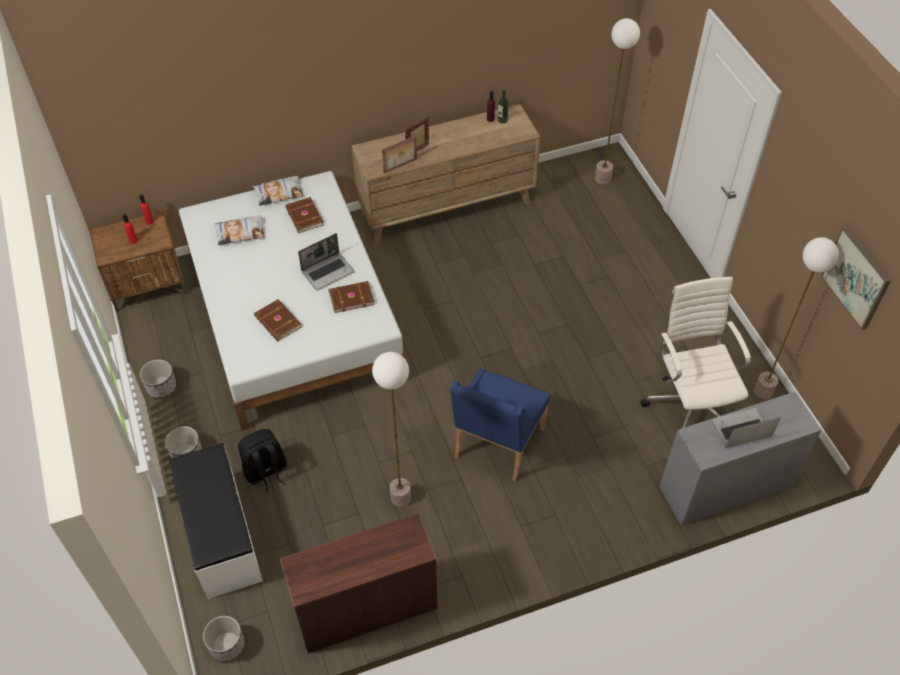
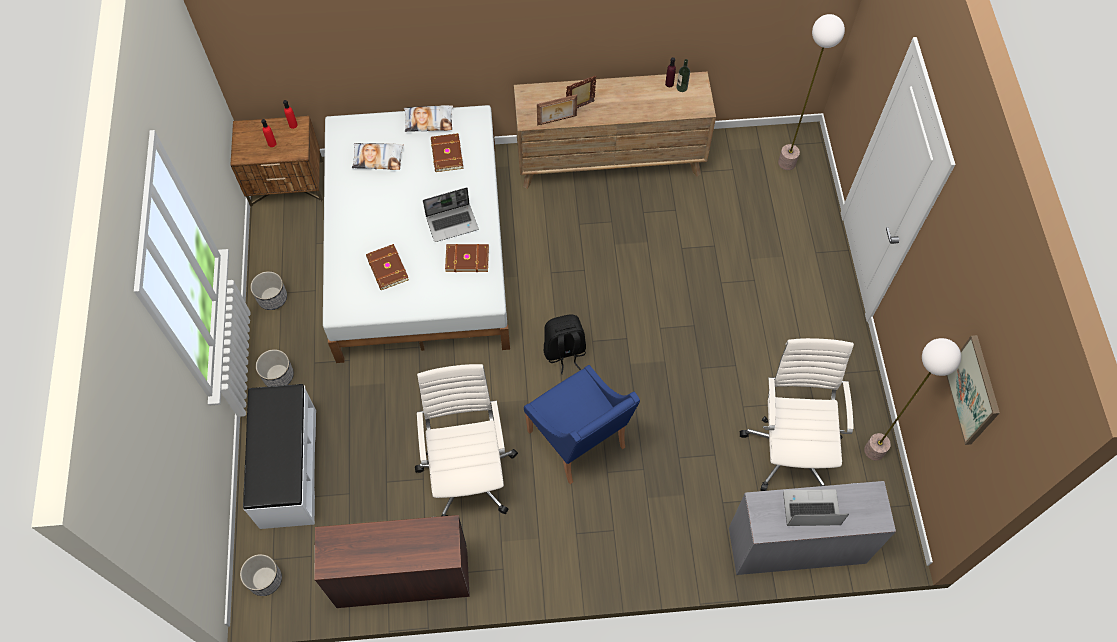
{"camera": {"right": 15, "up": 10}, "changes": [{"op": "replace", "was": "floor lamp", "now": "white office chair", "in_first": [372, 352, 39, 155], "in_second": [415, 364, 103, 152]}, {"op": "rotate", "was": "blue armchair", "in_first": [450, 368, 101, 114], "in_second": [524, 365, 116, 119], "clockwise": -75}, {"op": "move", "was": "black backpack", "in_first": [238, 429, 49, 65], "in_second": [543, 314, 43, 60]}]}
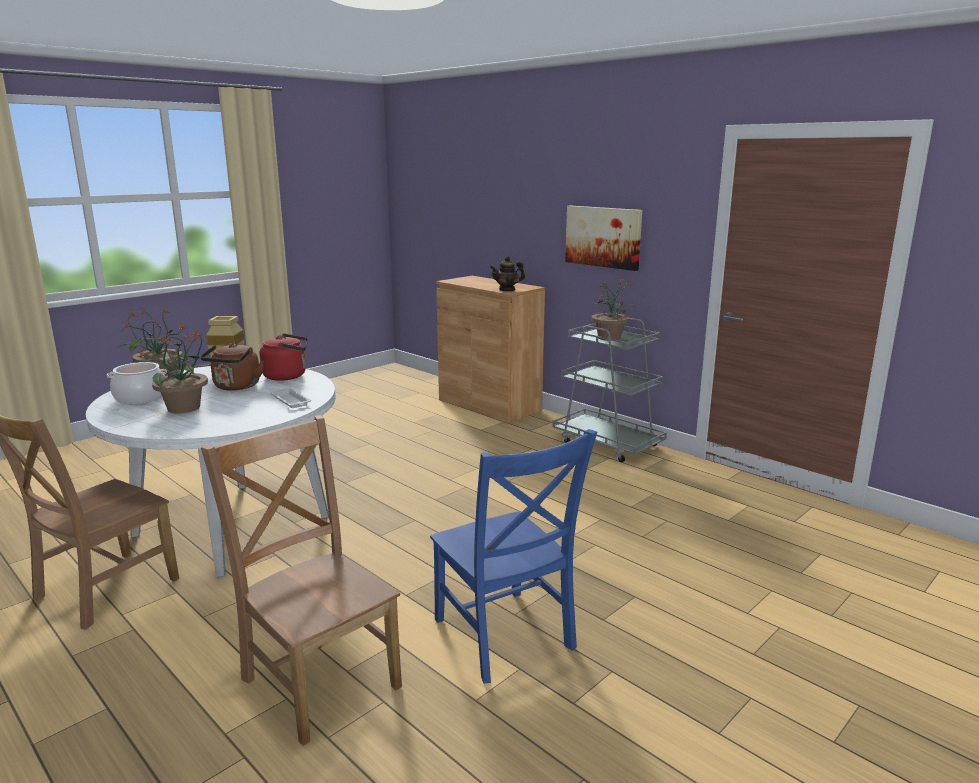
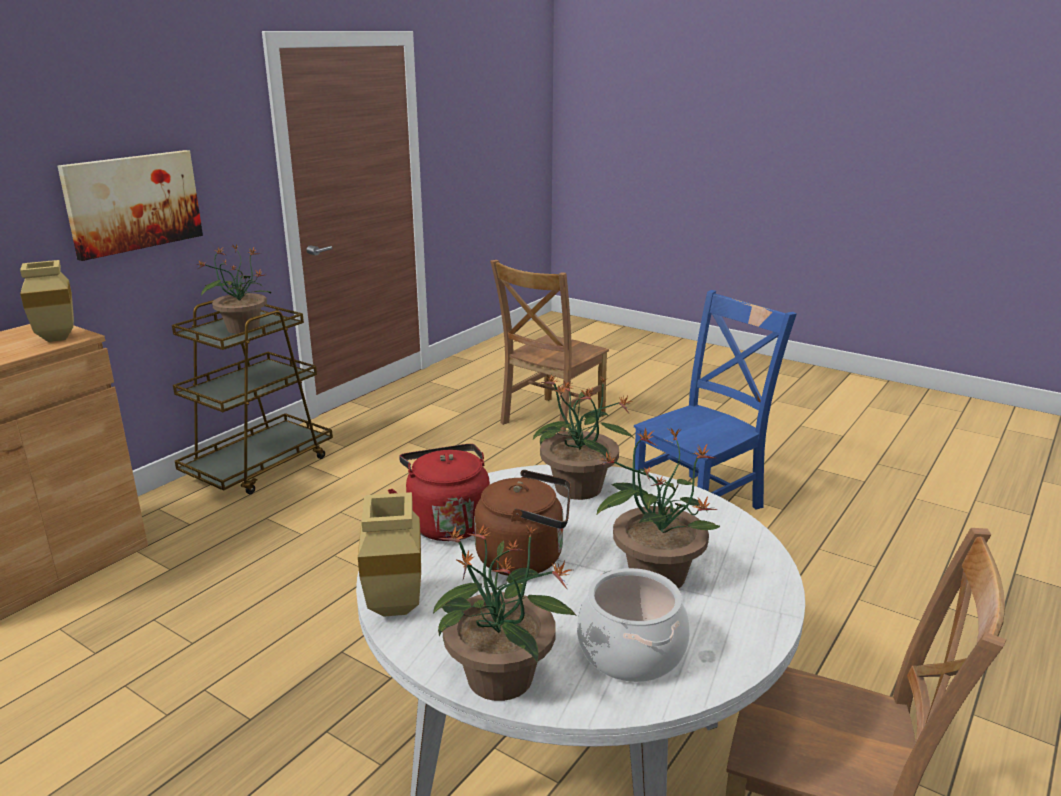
{"camera": {"right": -100, "up": 5}, "changes": [{"op": "replace", "was": "teapot", "now": "beige vase", "in_first": [490, 256, 35, 35], "in_second": [20, 260, 54, 82]}, {"op": "recolor", "was": "grey cart", "now": "brown cart", "in_first": [552, 318, 115, 144], "in_second": [172, 300, 161, 194]}, {"op": "replace", "was": "white tray", "now": "potted plant", "in_first": [270, 387, 41, 21], "in_second": [533, 374, 101, 126]}, {"op": "move", "was": "brown chair", "in_first": [201, 415, 201, 331], "in_second": [490, 260, 119, 173]}]}
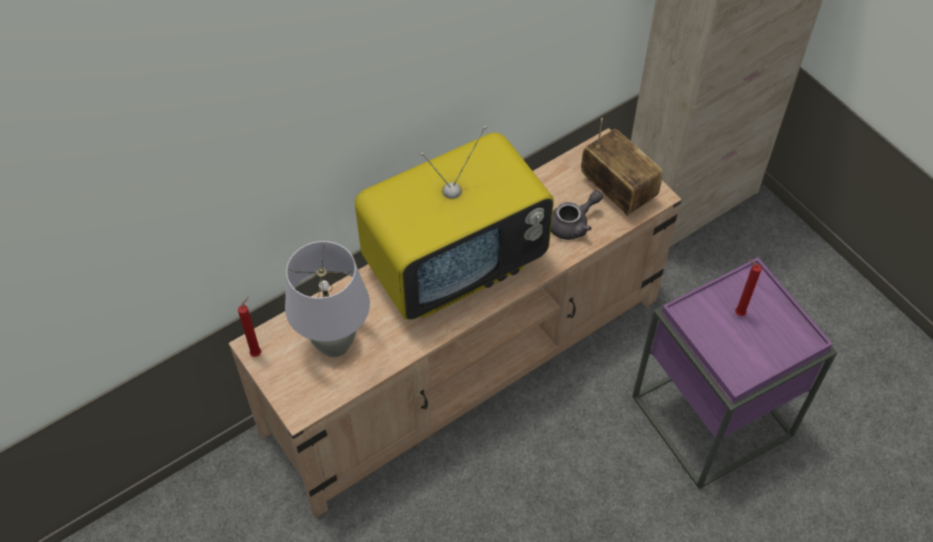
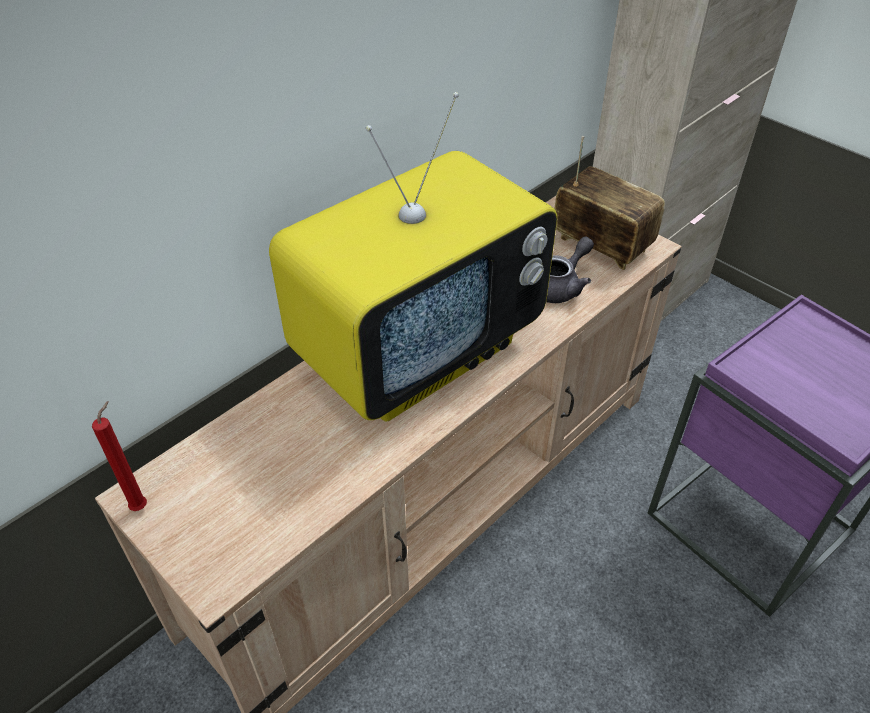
{"camera": {"right": -10, "up": -10}, "changes": [{"op": "delete", "was": "grey table lamp", "in_first": [285, 241, 85, 116]}, {"op": "delete", "was": "red candle", "in_first": [735, 258, 27, 58]}]}
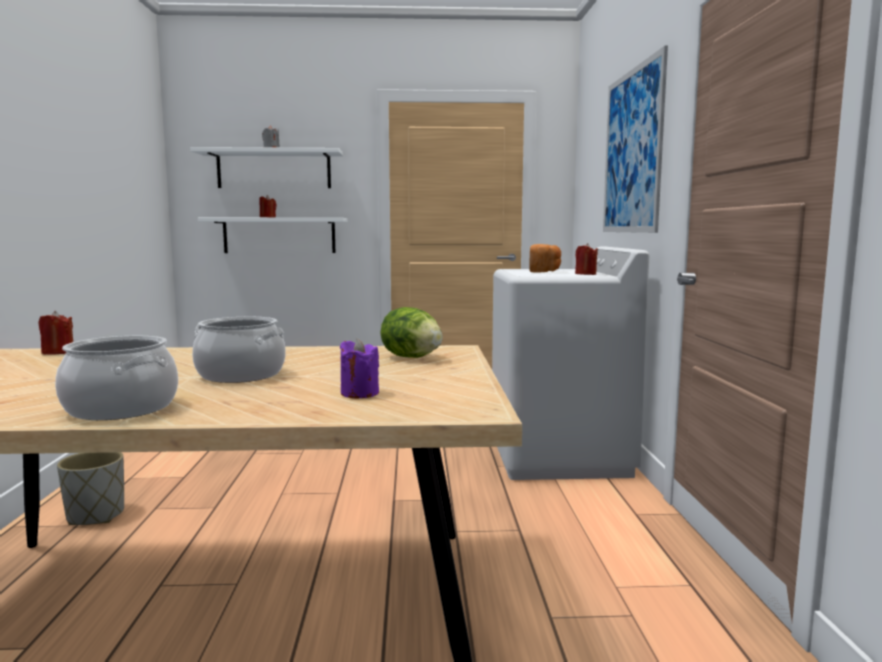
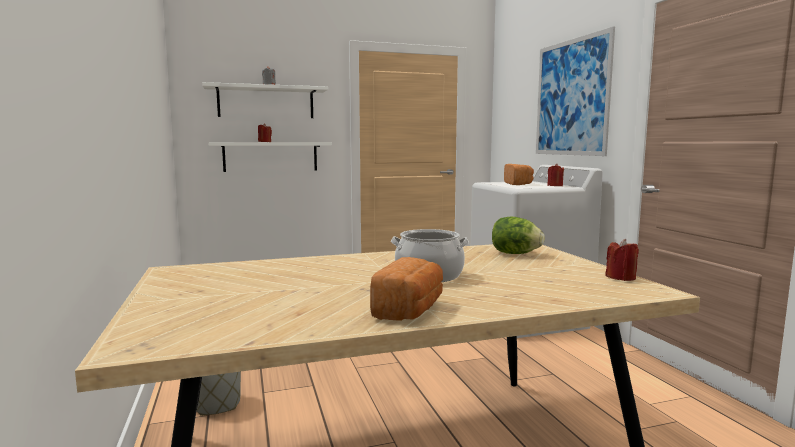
{"camera": {"right": -15, "up": 0}, "changes": [{"op": "move", "was": "red candle", "in_first": [38, 311, 35, 44], "in_second": [605, 239, 34, 42]}, {"op": "replace", "was": "cooking pot", "now": "bread", "in_first": [55, 336, 123, 84], "in_second": [370, 257, 73, 64]}, {"op": "delete", "was": "purple candle", "in_first": [340, 338, 39, 61]}]}
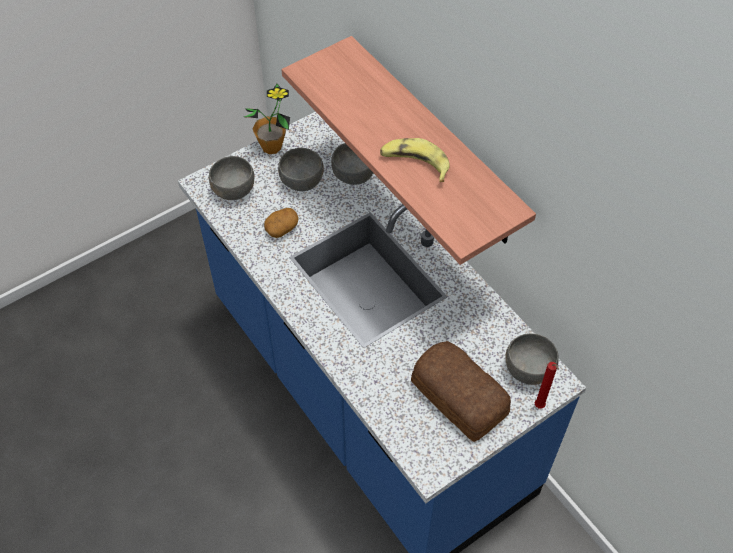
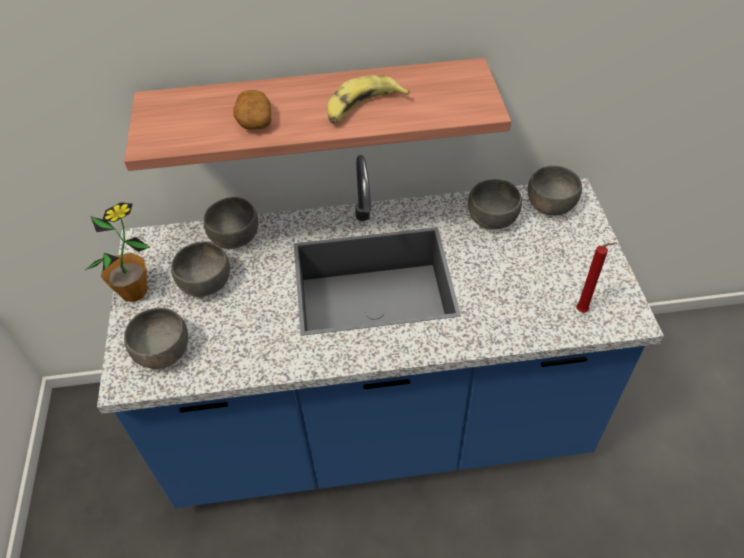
{"camera": {"right": -60, "up": -5}, "changes": [{"op": "move", "was": "potato", "in_first": [264, 208, 35, 30], "in_second": [233, 90, 39, 40]}, {"op": "delete", "was": "bread", "in_first": [411, 341, 100, 101]}, {"op": "move", "was": "red candle", "in_first": [535, 362, 24, 47], "in_second": [576, 242, 41, 71]}, {"op": "insert", "now": "grey bowl", "in_second": [468, 179, 54, 50]}]}
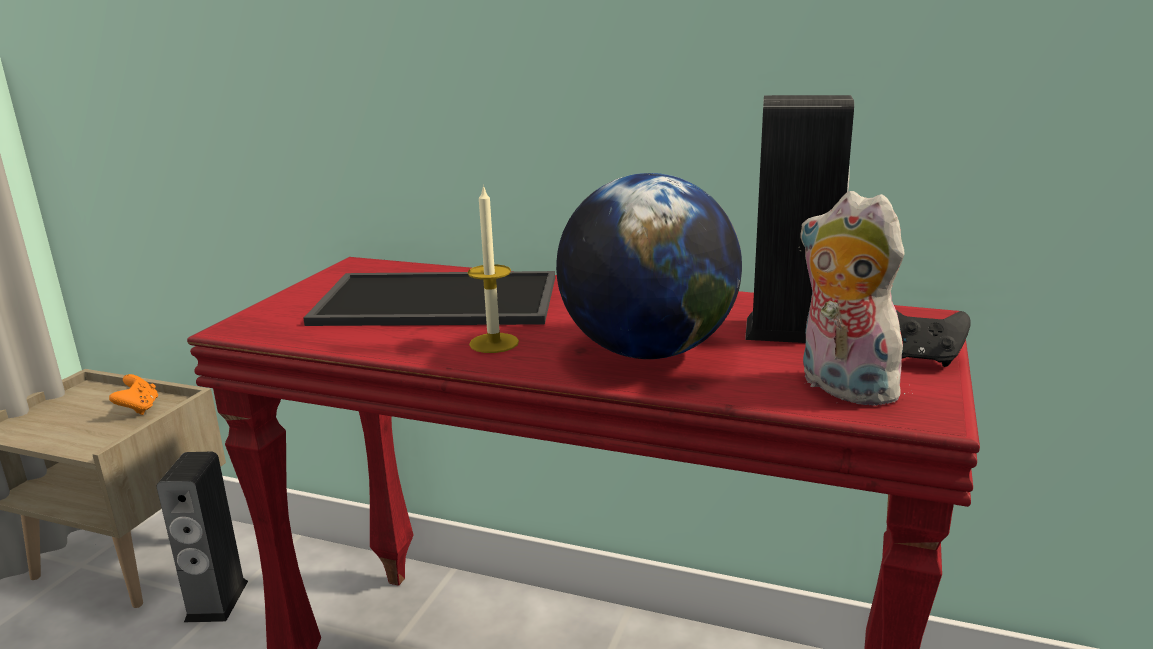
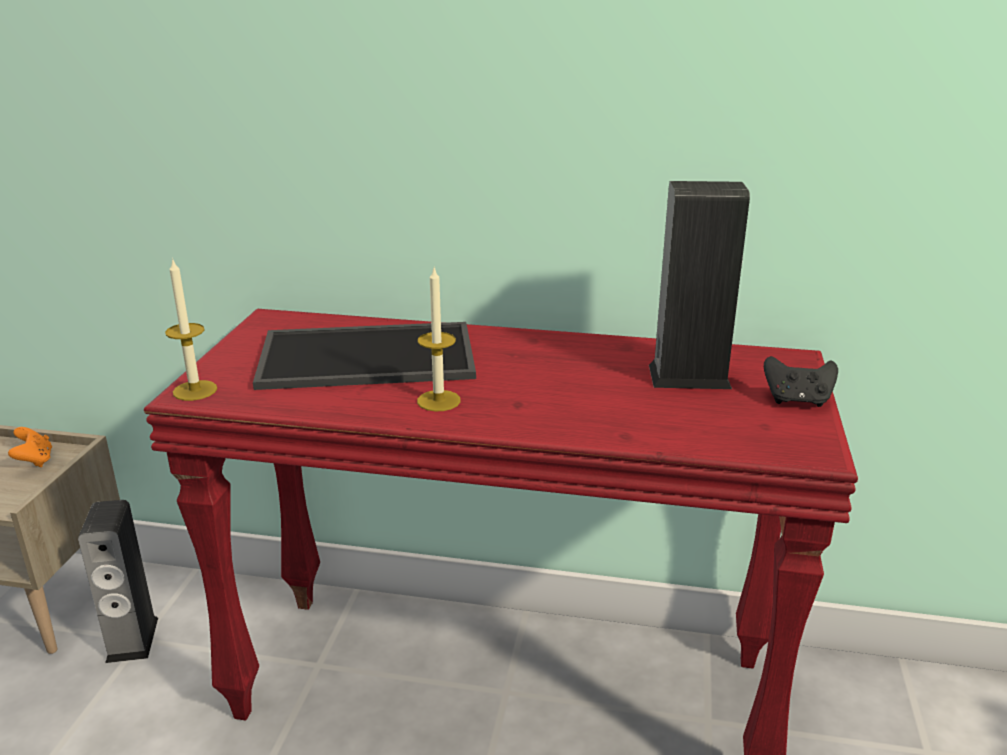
{"camera": {"right": -10, "up": 5}, "changes": [{"op": "delete", "was": "globe", "in_first": [556, 173, 186, 186]}, {"op": "delete", "was": "plush toy", "in_first": [799, 191, 114, 215]}, {"op": "insert", "now": "candle", "in_second": [165, 258, 52, 143]}]}
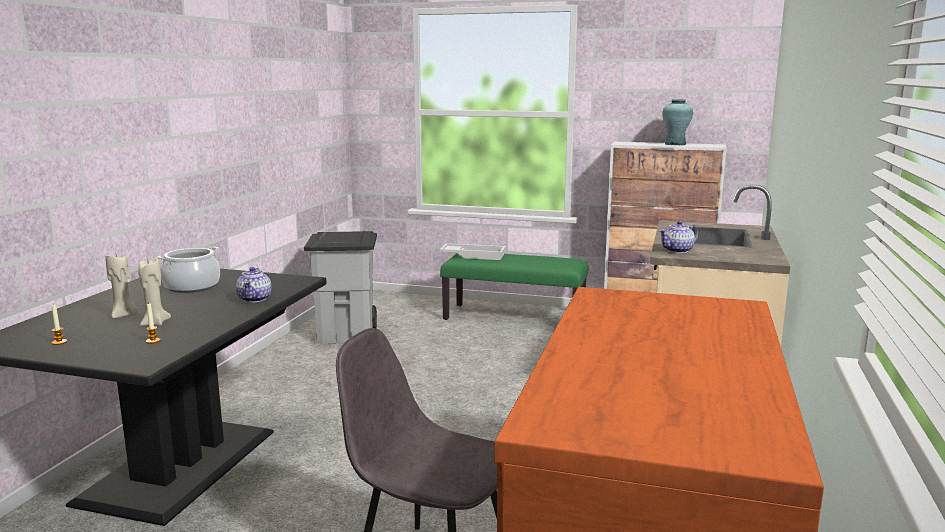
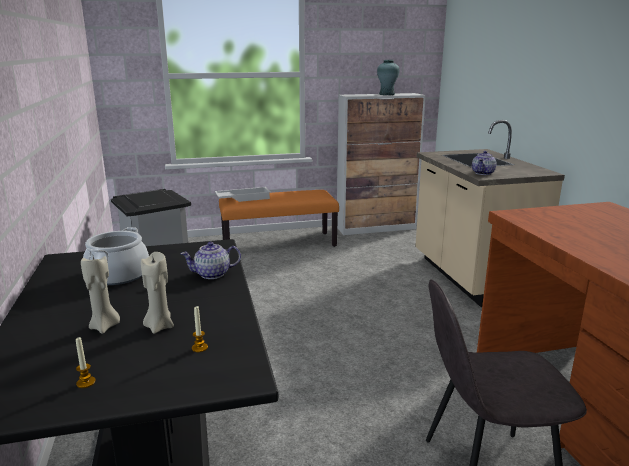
{"camera": {"right": -30, "up": 5}, "changes": [{"op": "recolor", "was": "green bench", "now": "orange bench", "in_first": [440, 253, 148, 67], "in_second": [219, 190, 120, 57]}, {"op": "rotate", "was": "teapot", "in_first": [236, 267, 35, 36], "in_second": [181, 242, 60, 37], "clockwise": 105}]}
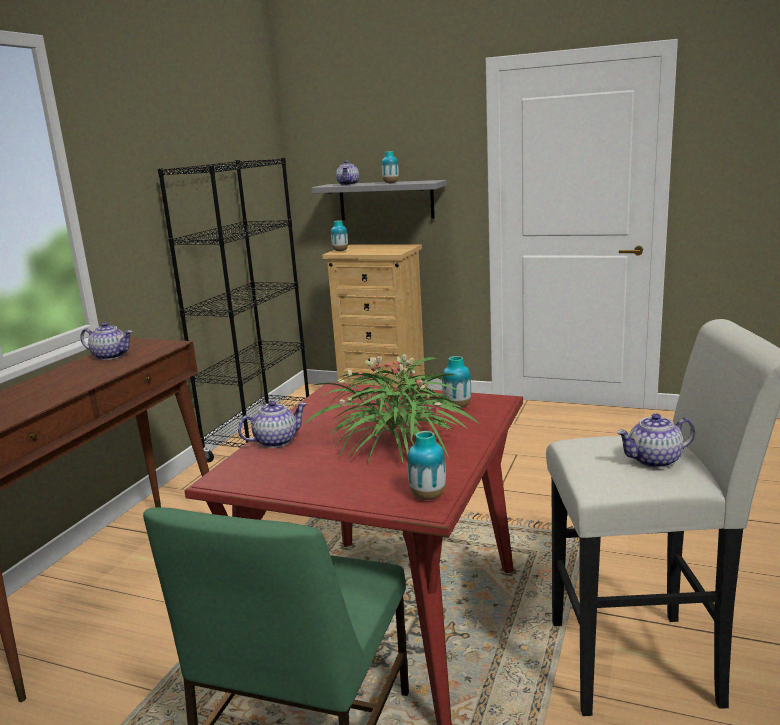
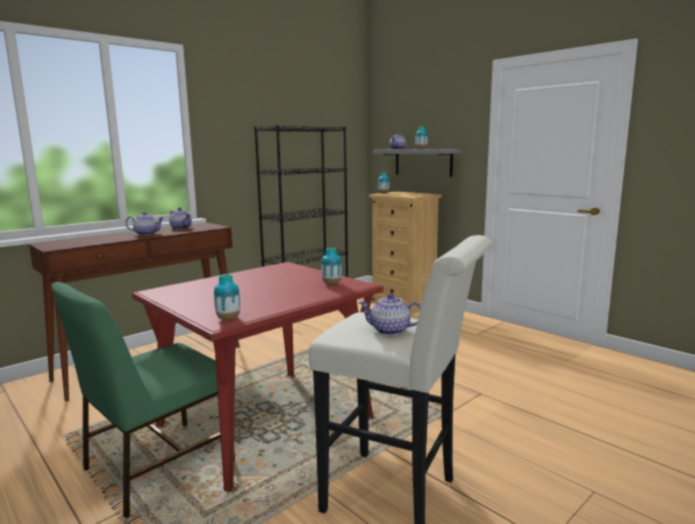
{"camera": {"right": 25, "up": -5}, "changes": [{"op": "delete", "was": "potted plant", "in_first": [304, 353, 175, 112]}, {"op": "move", "was": "teapot", "in_first": [238, 401, 69, 47], "in_second": [125, 212, 40, 23]}]}
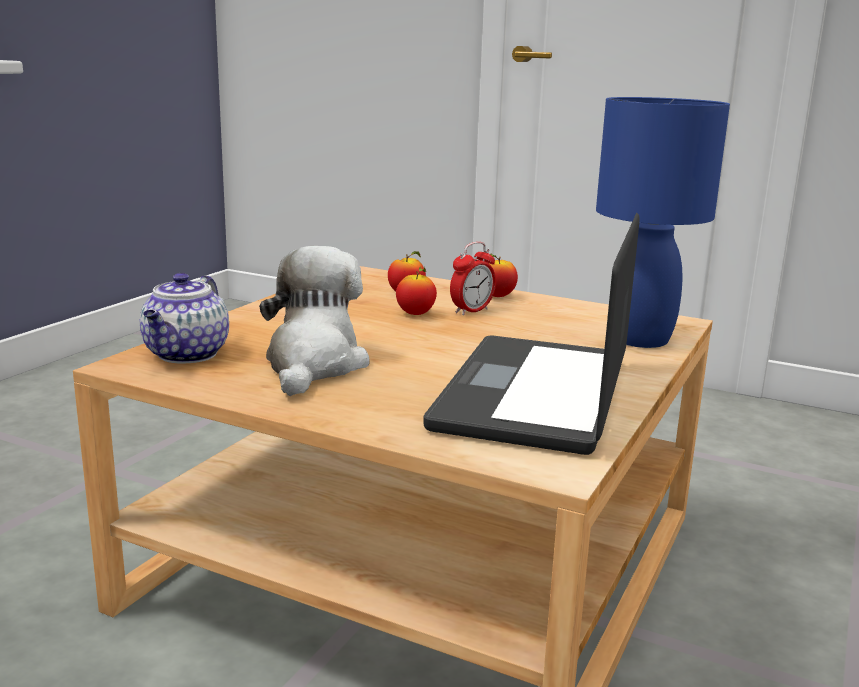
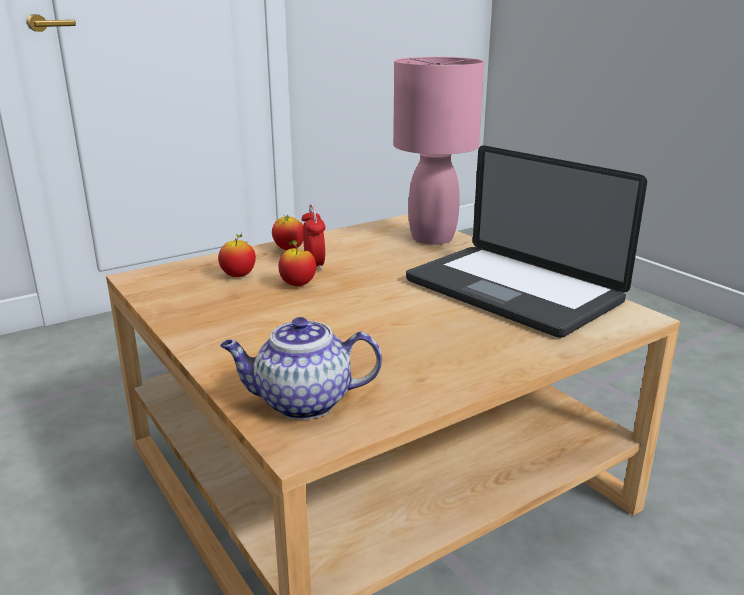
{"camera": {"right": -60, "up": 5}, "changes": [{"op": "recolor", "was": "blue table lamp", "now": "pink table lamp", "in_first": [596, 97, 134, 251], "in_second": [393, 57, 91, 188]}, {"op": "delete", "was": "plush toy", "in_first": [259, 246, 110, 150]}, {"op": "rotate", "was": "teapot", "in_first": [139, 273, 90, 90], "in_second": [220, 317, 162, 103], "clockwise": 135}]}
